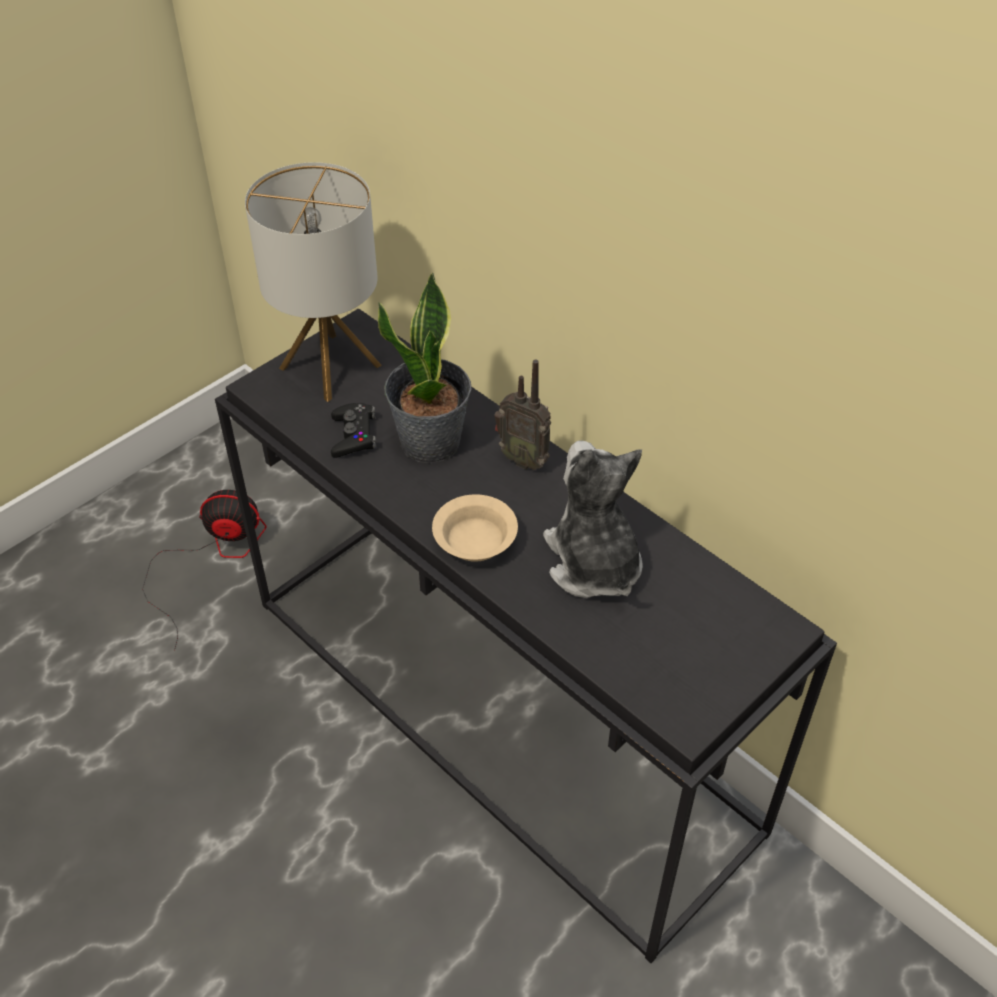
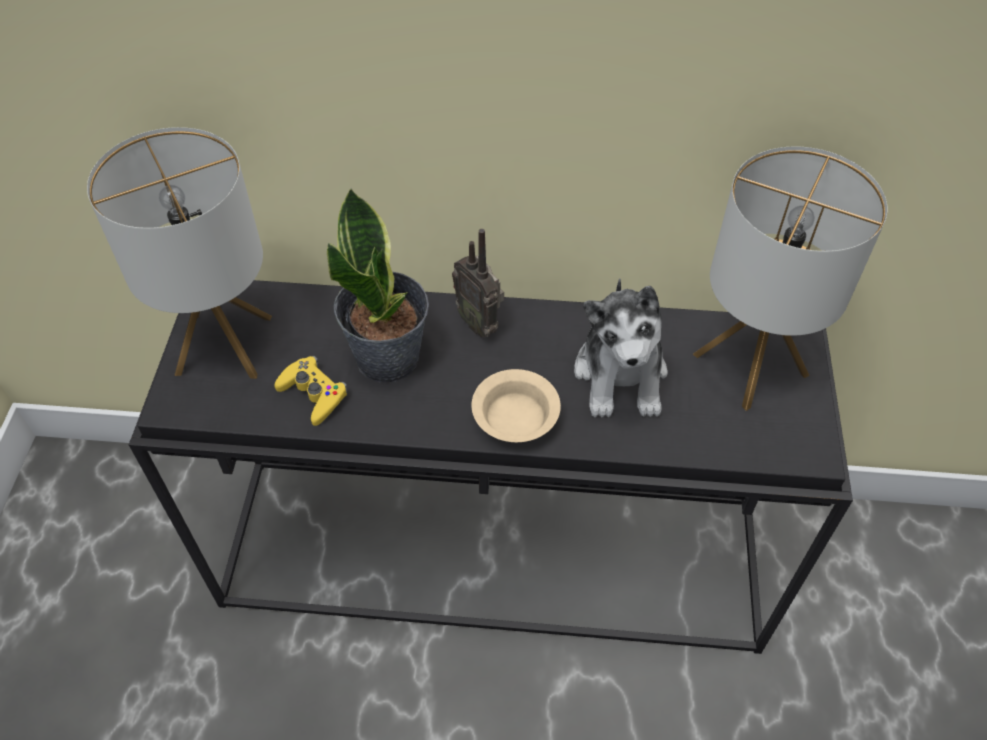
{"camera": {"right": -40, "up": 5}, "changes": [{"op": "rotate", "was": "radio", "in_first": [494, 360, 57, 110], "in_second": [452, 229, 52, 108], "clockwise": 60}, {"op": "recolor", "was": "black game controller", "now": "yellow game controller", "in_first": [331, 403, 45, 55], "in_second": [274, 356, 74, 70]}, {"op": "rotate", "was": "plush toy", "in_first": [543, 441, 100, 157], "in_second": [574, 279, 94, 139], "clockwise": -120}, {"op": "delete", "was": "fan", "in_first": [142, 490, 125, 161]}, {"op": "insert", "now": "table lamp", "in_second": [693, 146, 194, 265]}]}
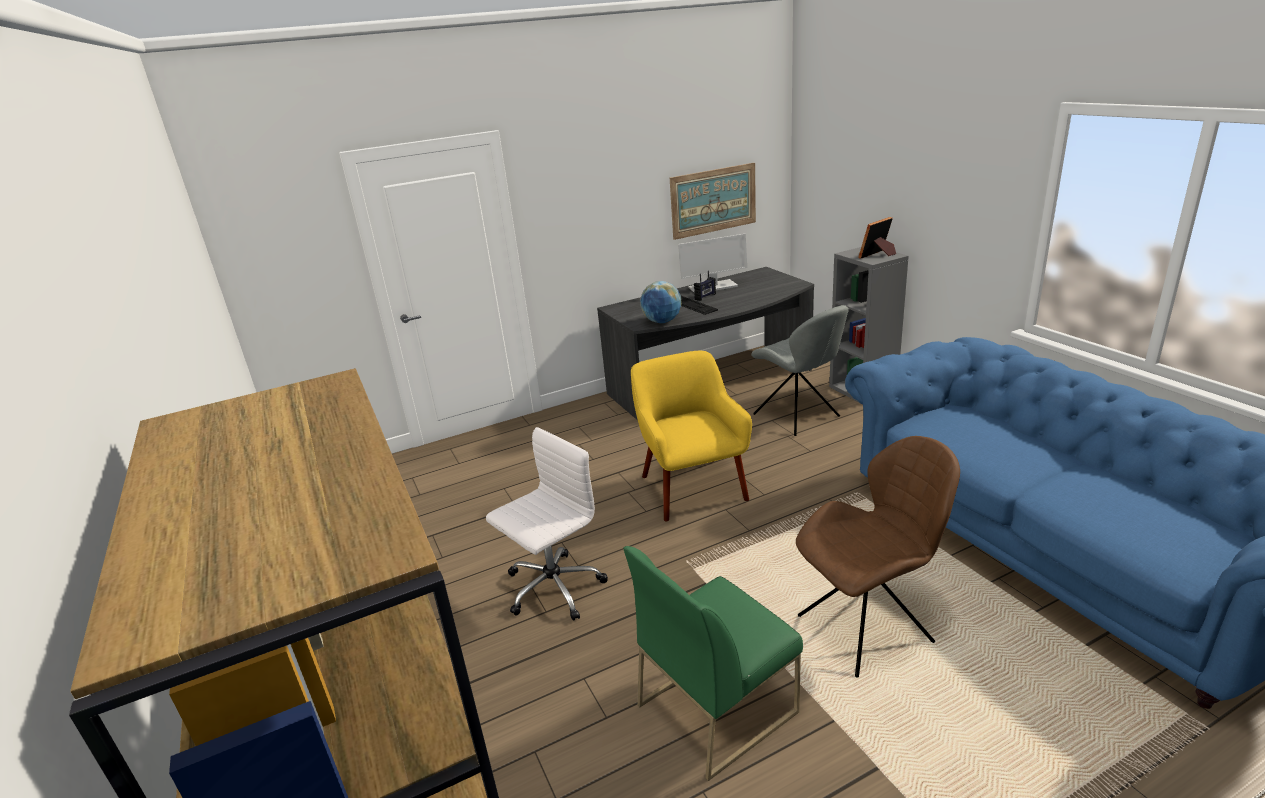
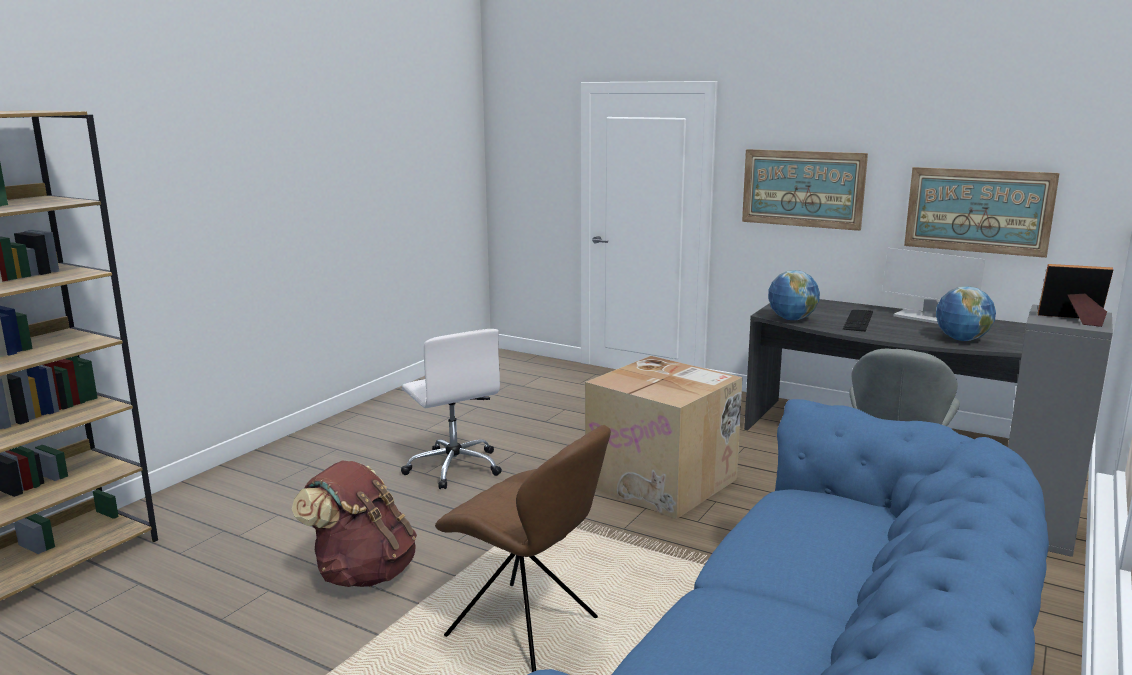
{"camera": {"right": 55, "up": -10}, "changes": [{"op": "delete", "was": "radio", "in_first": [694, 270, 22, 31]}, {"op": "replace", "was": "yellow armchair", "now": "cardboard box", "in_first": [631, 351, 121, 170], "in_second": [585, 356, 158, 163]}, {"op": "rotate", "was": "white office chair", "in_first": [486, 427, 122, 194], "in_second": [401, 329, 101, 160], "clockwise": 45}, {"op": "replace", "was": "green chair", "now": "brown backpack", "in_first": [623, 546, 180, 235], "in_second": [292, 461, 125, 126]}, {"op": "insert", "now": "picture", "in_second": [742, 149, 126, 82]}, {"op": "insert", "now": "globe", "in_second": [936, 286, 60, 55]}]}
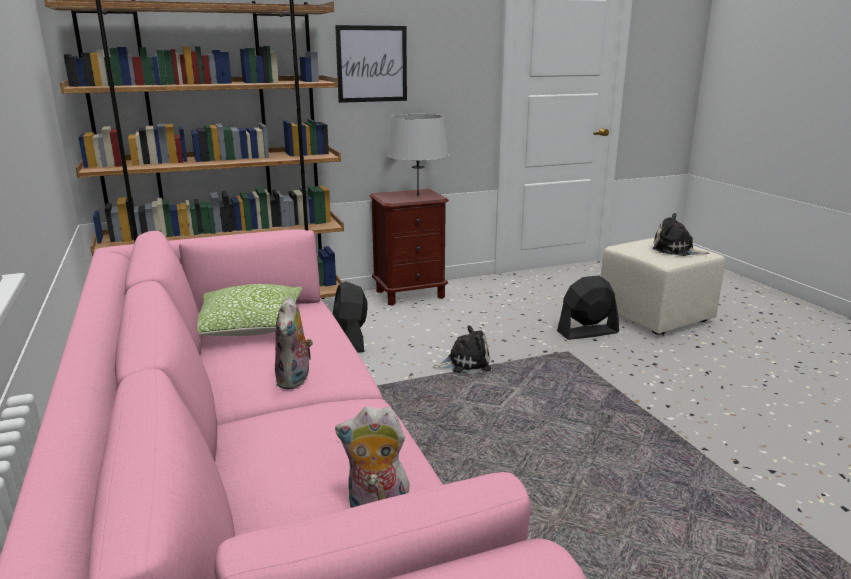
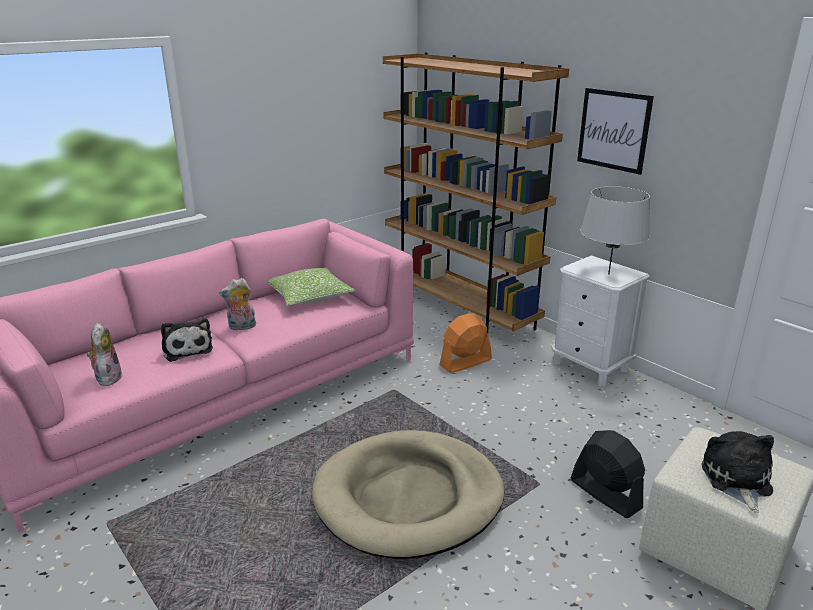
{"camera": {"right": 70, "up": 5}, "changes": [{"op": "recolor", "was": "brown nightstand", "now": "white nightstand", "in_first": [370, 189, 79, 117], "in_second": [552, 255, 98, 131]}, {"op": "recolor", "was": "black fan", "now": "orange fan", "in_first": [333, 281, 35, 72], "in_second": [439, 313, 53, 60]}, {"op": "move", "was": "plush toy", "in_first": [433, 325, 58, 48], "in_second": [161, 318, 52, 44]}, {"op": "insert", "now": "beige dog bed", "in_second": [312, 430, 192, 129]}]}
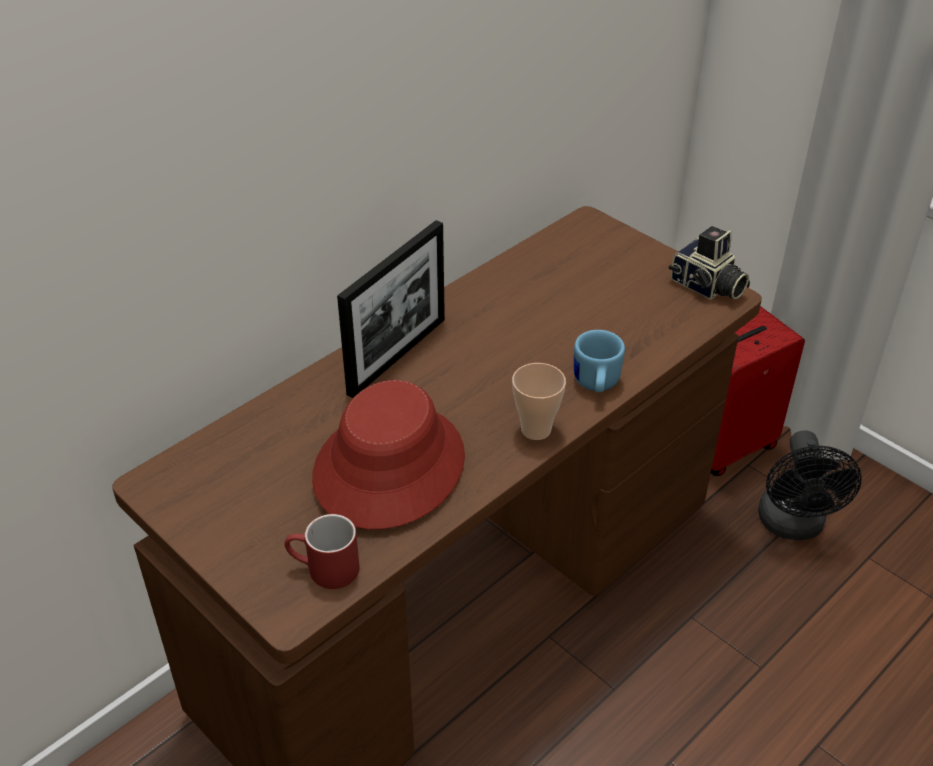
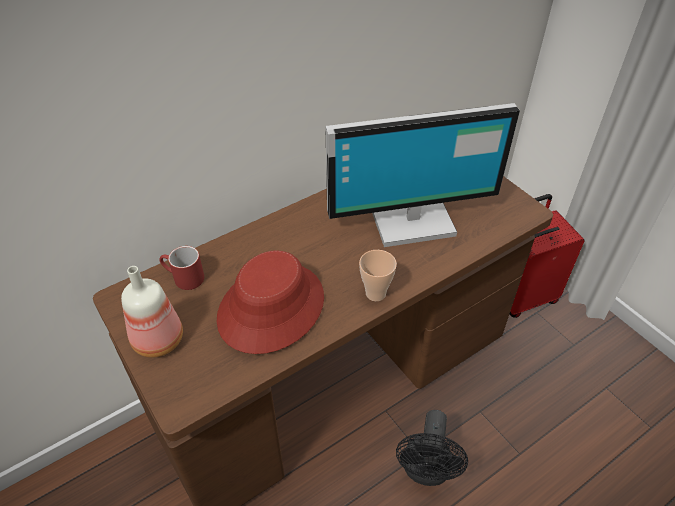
{"camera": {"right": 10, "up": 5}, "changes": [{"op": "delete", "was": "picture frame", "in_first": [337, 220, 108, 178]}, {"op": "delete", "was": "photo camera", "in_first": [669, 226, 80, 74]}, {"op": "delete", "was": "blue mug", "in_first": [574, 330, 51, 62]}, {"op": "move", "was": "black fan", "in_first": [758, 430, 104, 110], "in_second": [396, 410, 72, 76]}, {"op": "move", "was": "red mug", "in_first": [285, 514, 74, 75], "in_second": [159, 246, 45, 44]}, {"op": "insert", "now": "monitor", "in_second": [325, 103, 195, 144]}, {"op": "insert", "now": "bottle", "in_second": [121, 266, 62, 92]}]}
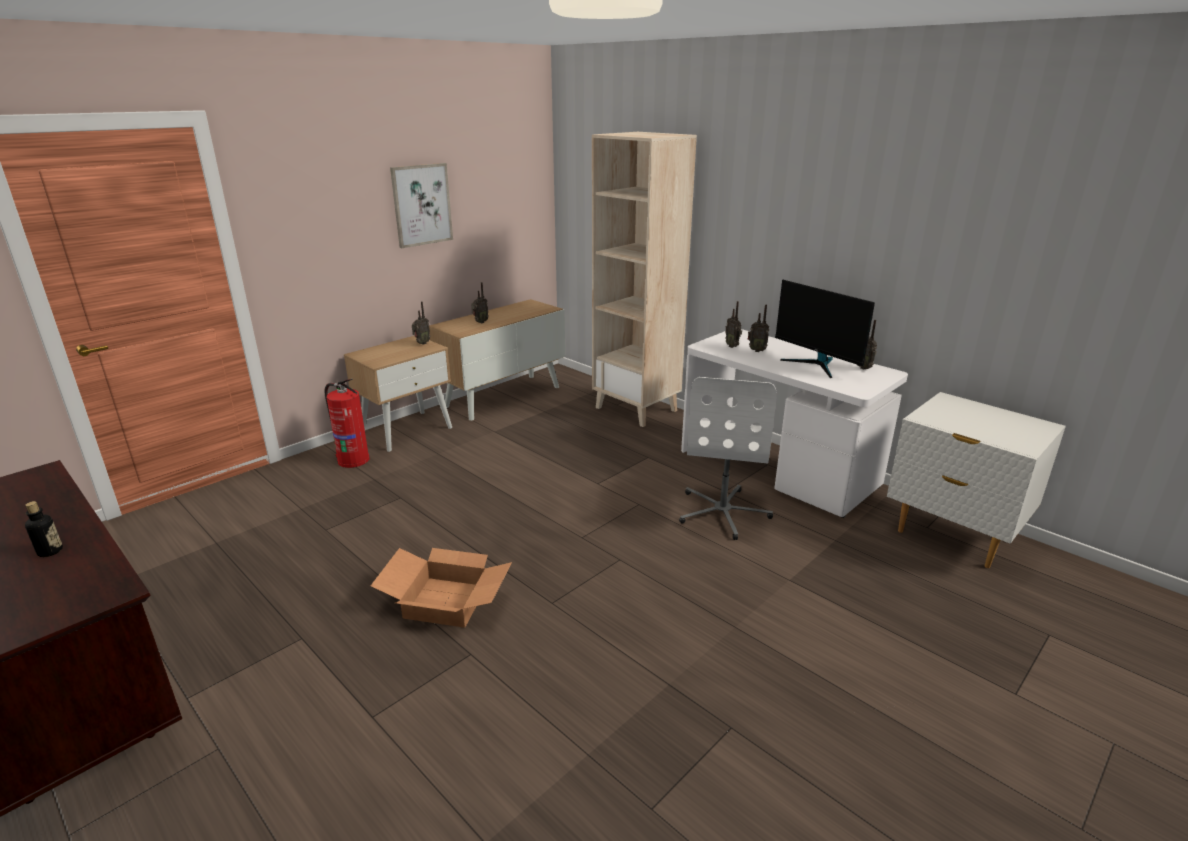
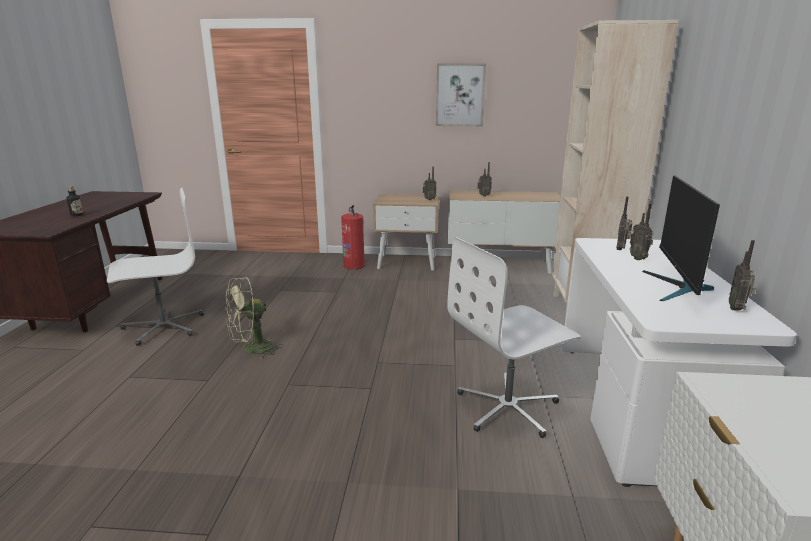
{"camera": {"right": 50, "up": -5}, "changes": [{"op": "replace", "was": "cardboard box", "now": "green fan", "in_first": [371, 548, 141, 79], "in_second": [225, 277, 58, 82]}, {"op": "insert", "now": "white office chair", "in_second": [107, 188, 97, 158]}]}
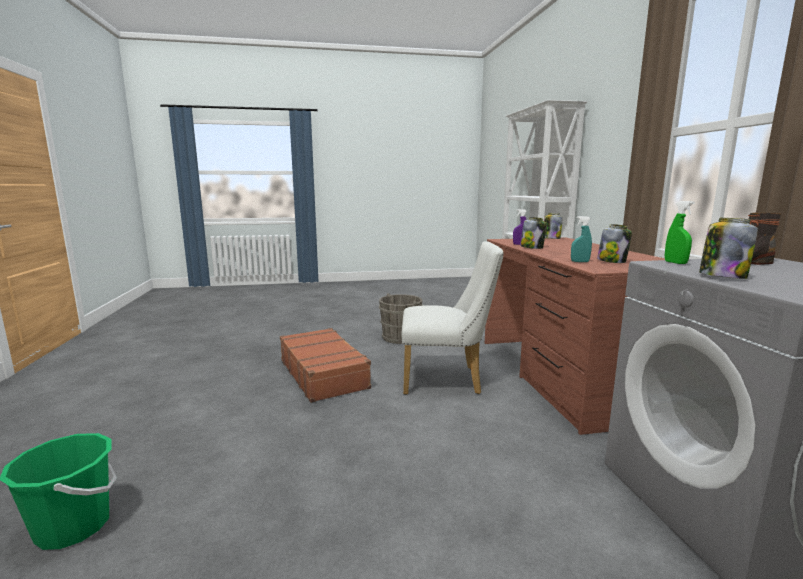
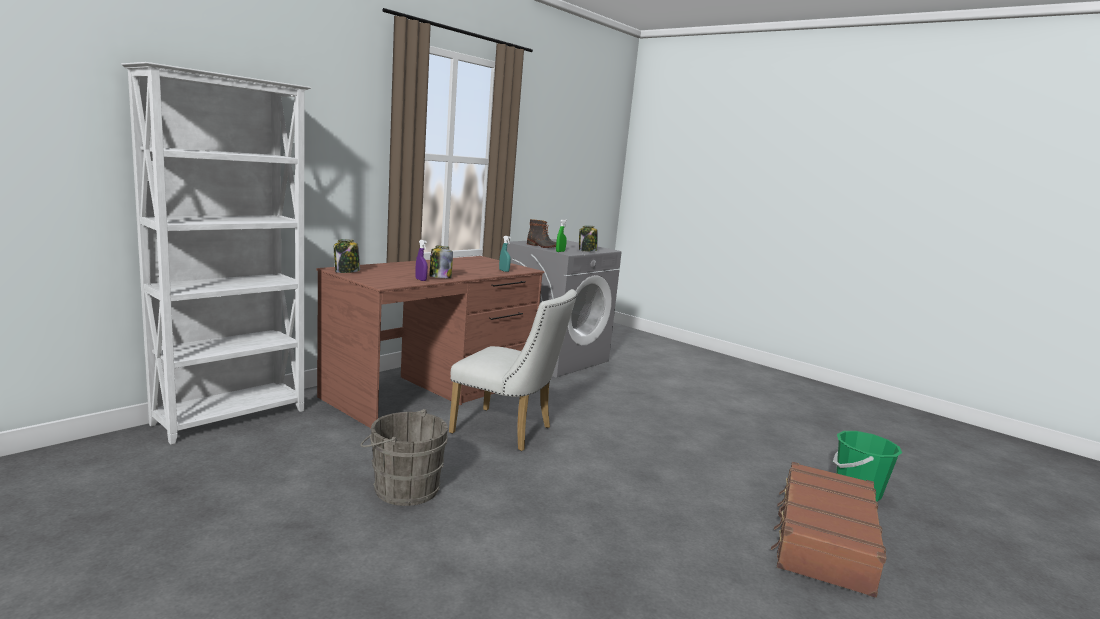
{"camera": {"right": -130, "up": 0}, "changes": [{"op": "delete", "was": "jar", "in_first": [597, 224, 35, 39]}, {"op": "rotate", "was": "white chair", "in_first": [402, 241, 102, 154], "in_second": [449, 289, 128, 162], "clockwise": 150}, {"op": "move", "was": "brown suitcase", "in_first": [280, 328, 91, 75], "in_second": [771, 462, 116, 136]}]}
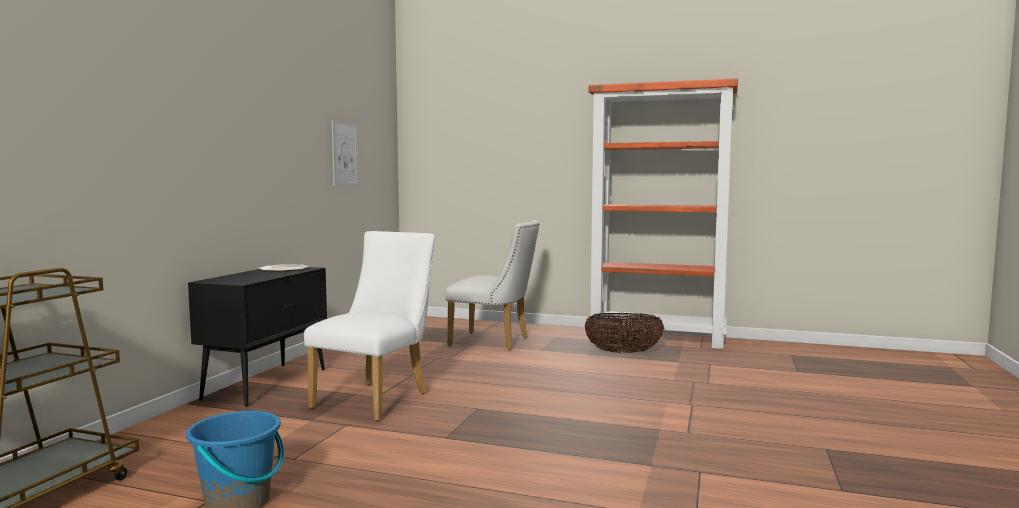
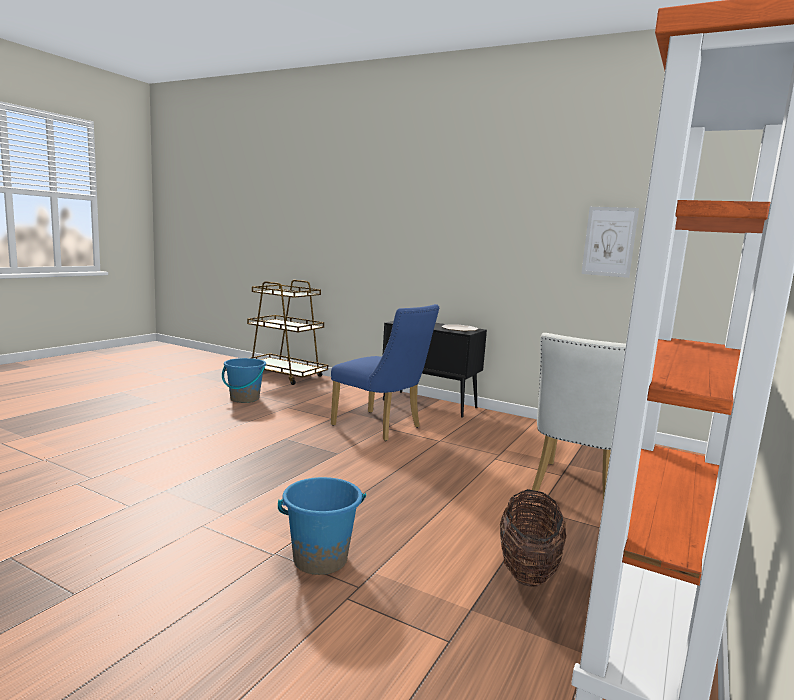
{"camera": {"right": 100, "up": 5}, "changes": [{"op": "recolor", "was": "white chair", "now": "blue chair", "in_first": [304, 231, 131, 190], "in_second": [331, 304, 108, 137]}, {"op": "insert", "now": "blue bucket", "in_second": [278, 477, 88, 98]}]}
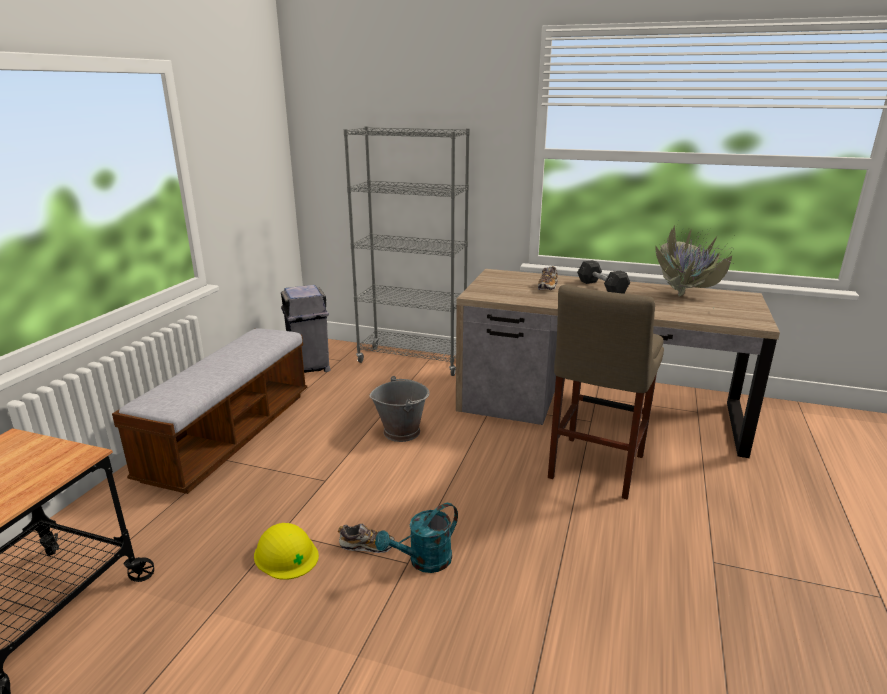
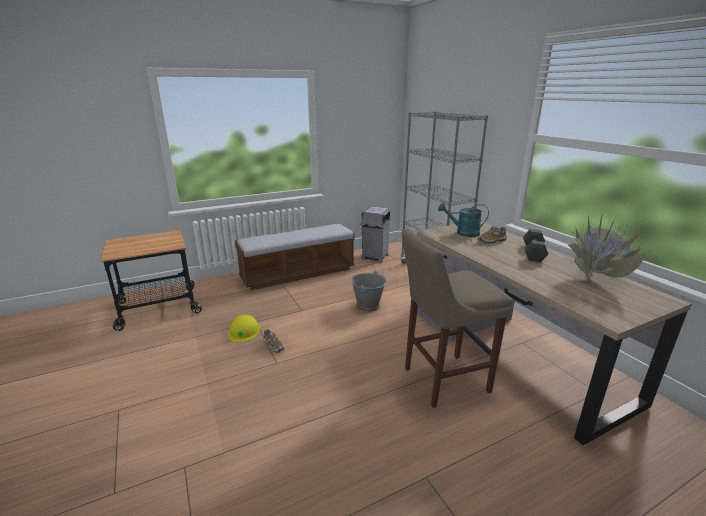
{"camera": {"right": 45, "up": 0}, "changes": [{"op": "move", "was": "turquoise watering can", "in_first": [375, 503, 83, 70], "in_second": [438, 203, 51, 34]}]}
